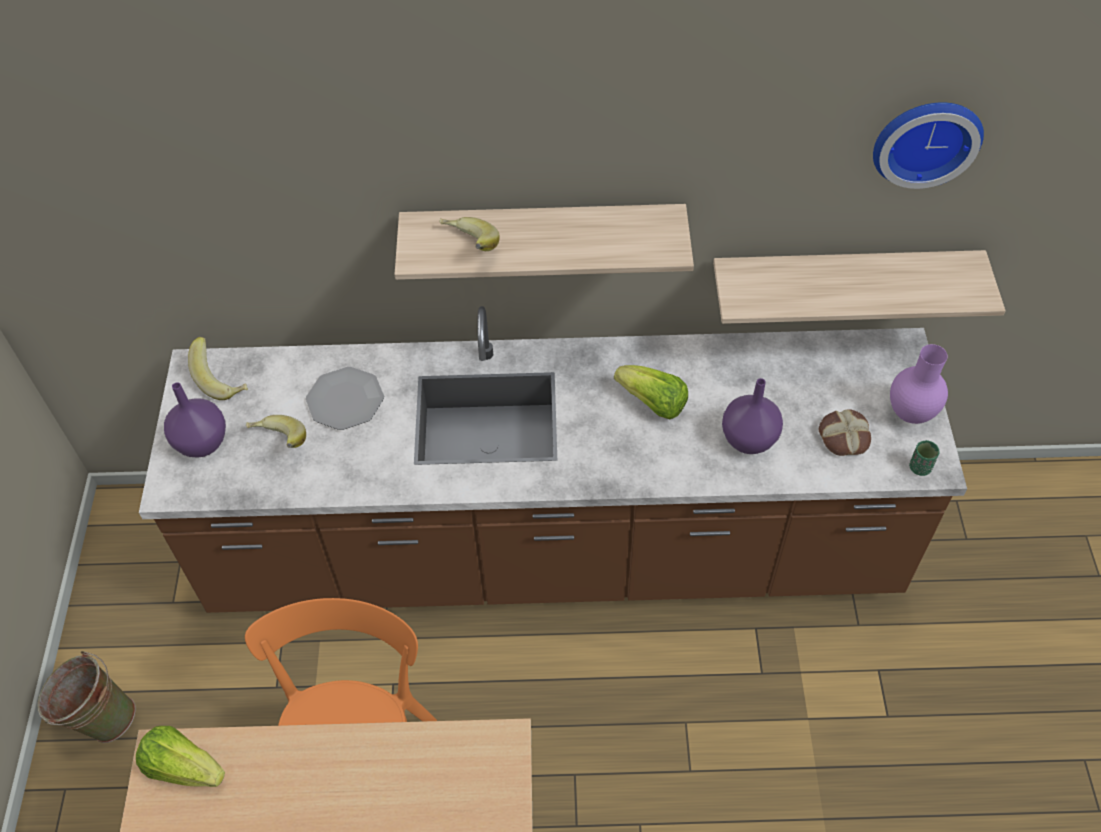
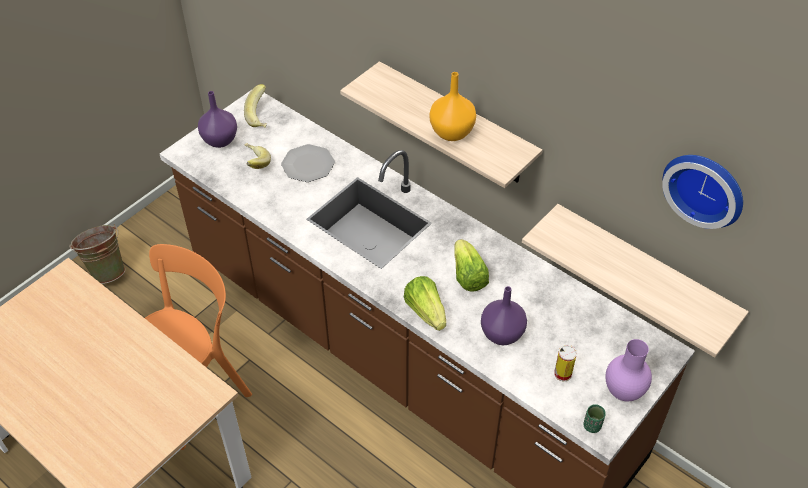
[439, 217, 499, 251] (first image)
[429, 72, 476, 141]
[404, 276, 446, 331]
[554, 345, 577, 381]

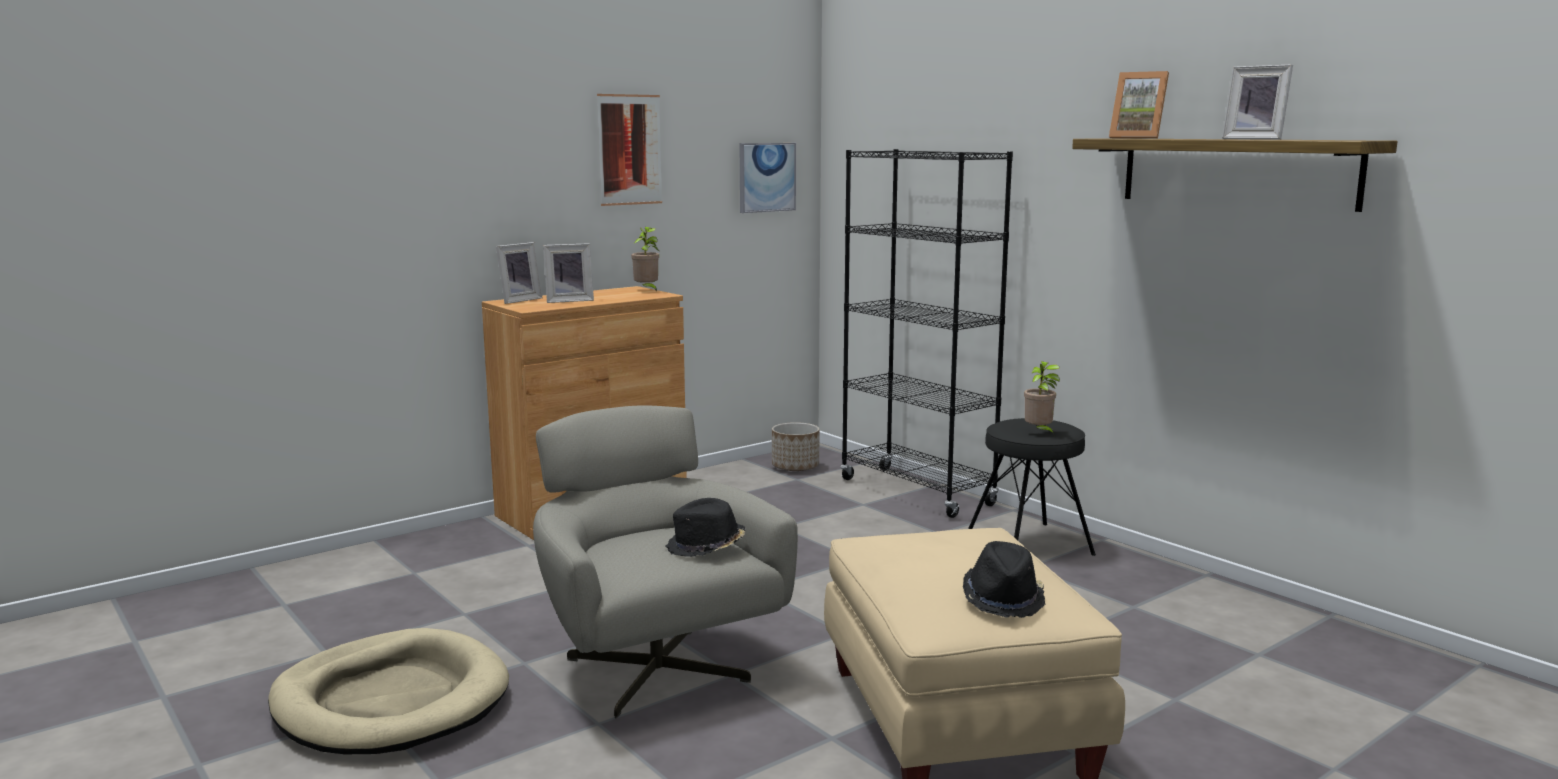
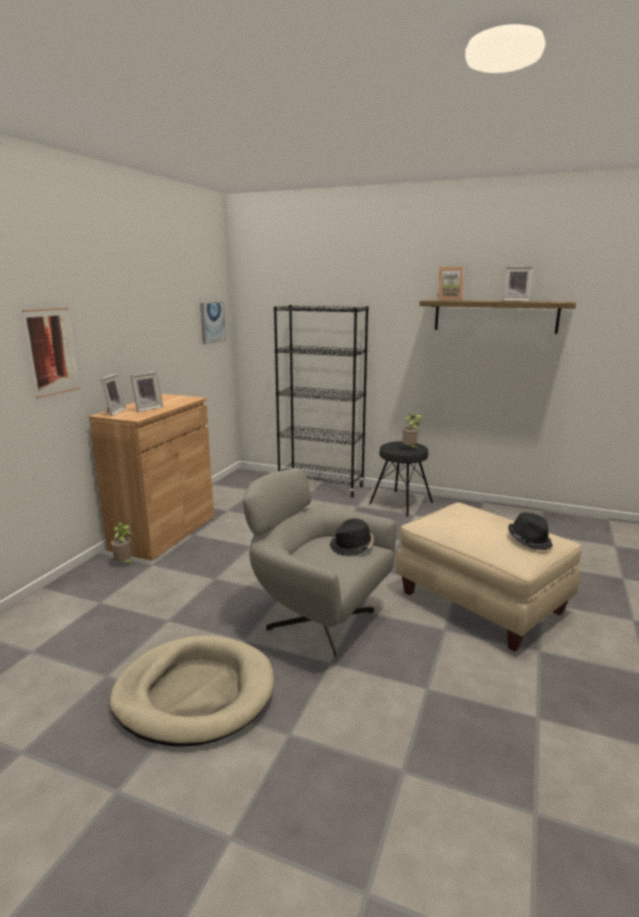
[772, 422, 820, 471] (first image)
[22, 308, 80, 398]
[111, 523, 133, 564]

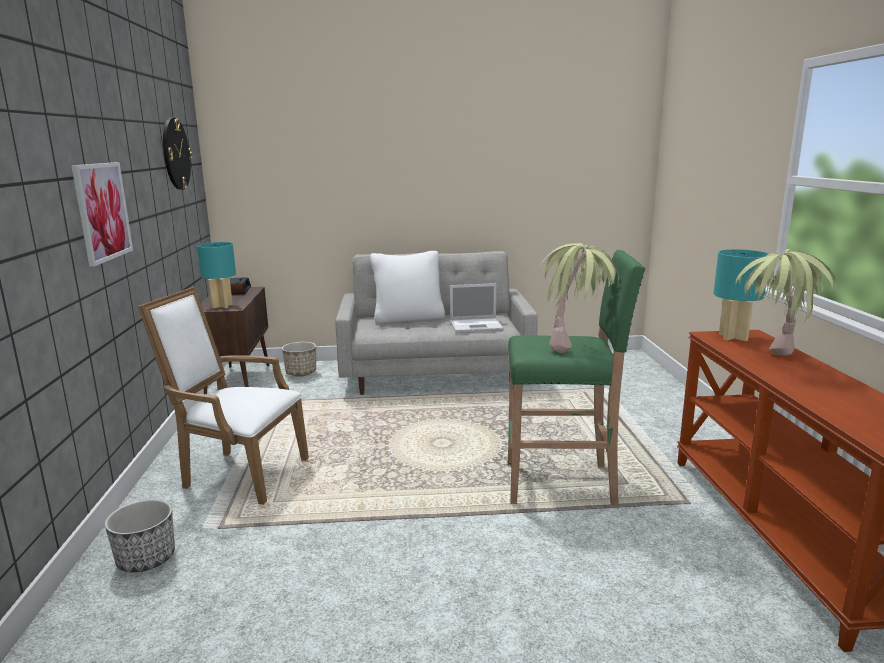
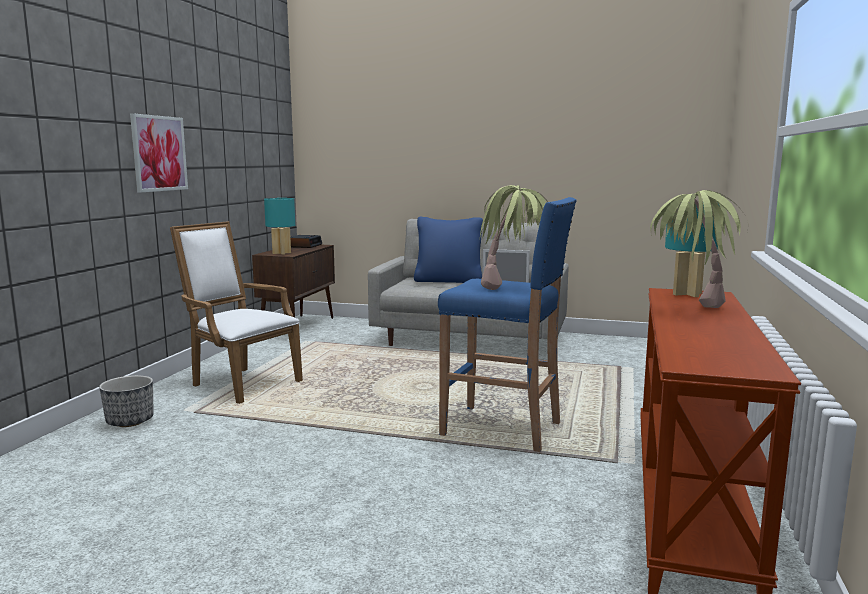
[163, 118, 193, 190] (first image)
[282, 342, 316, 377] (first image)
[414, 217, 483, 283]
[438, 197, 577, 452]

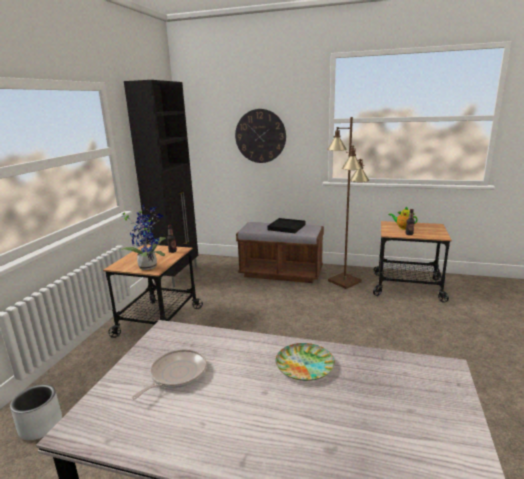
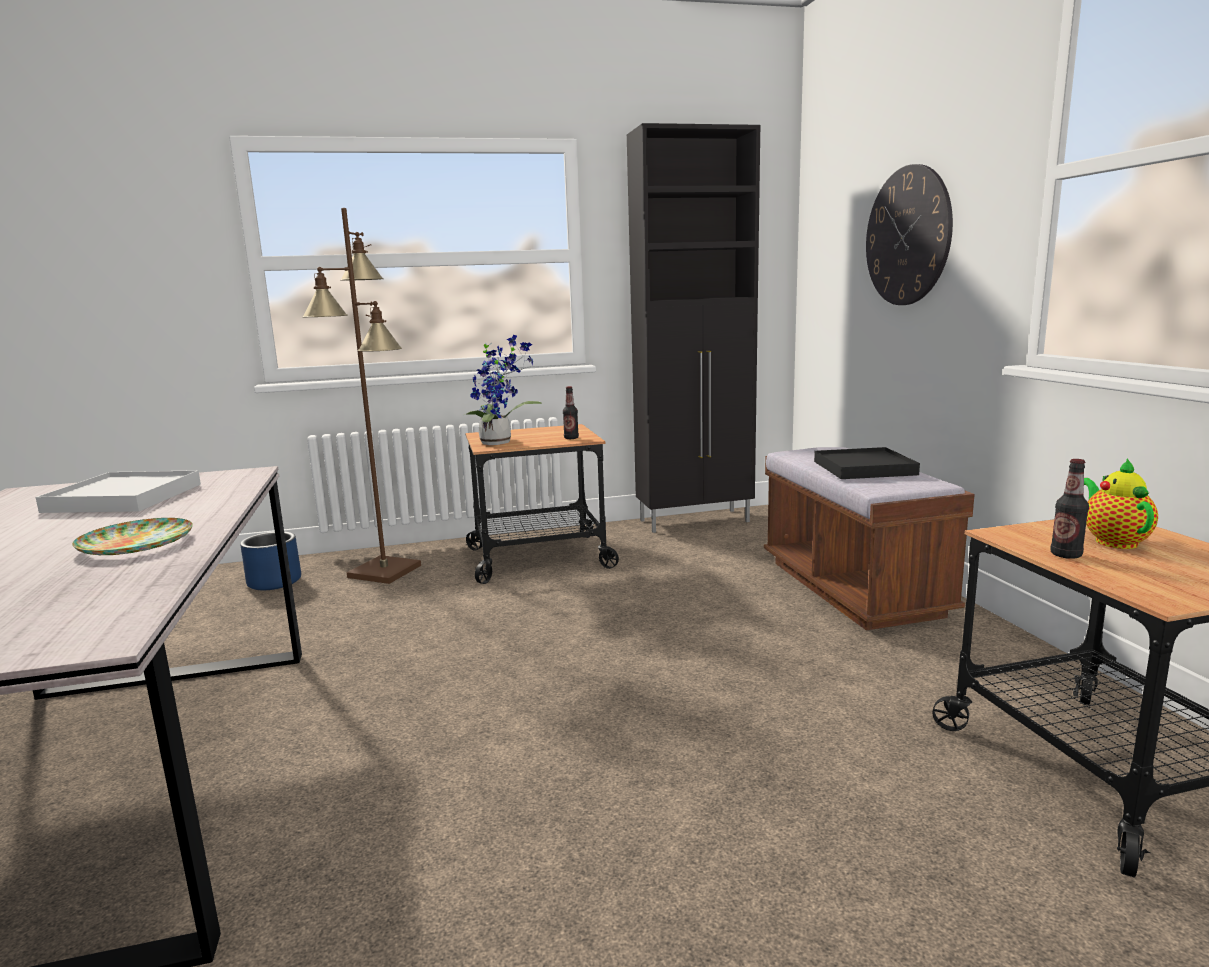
[302, 208, 421, 584]
[35, 470, 201, 513]
[240, 531, 301, 590]

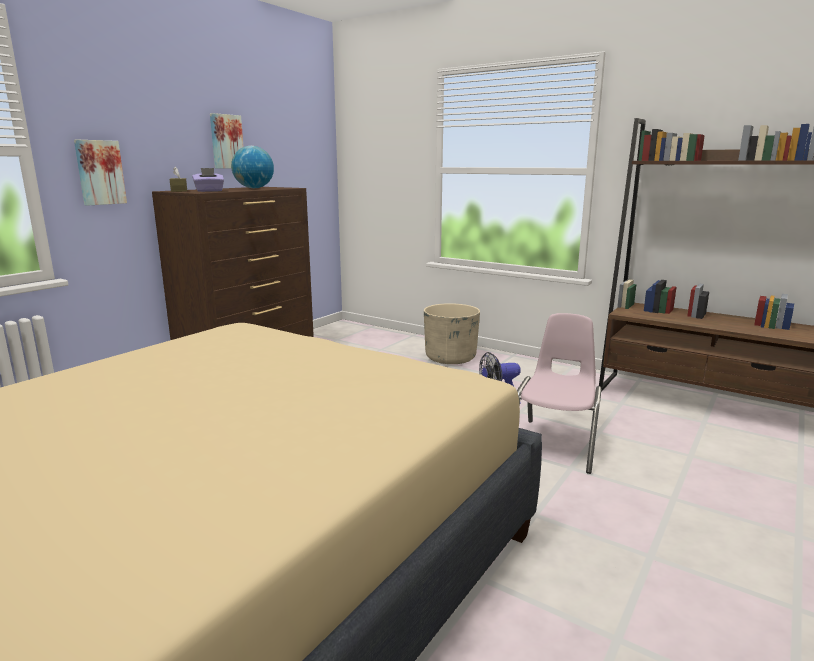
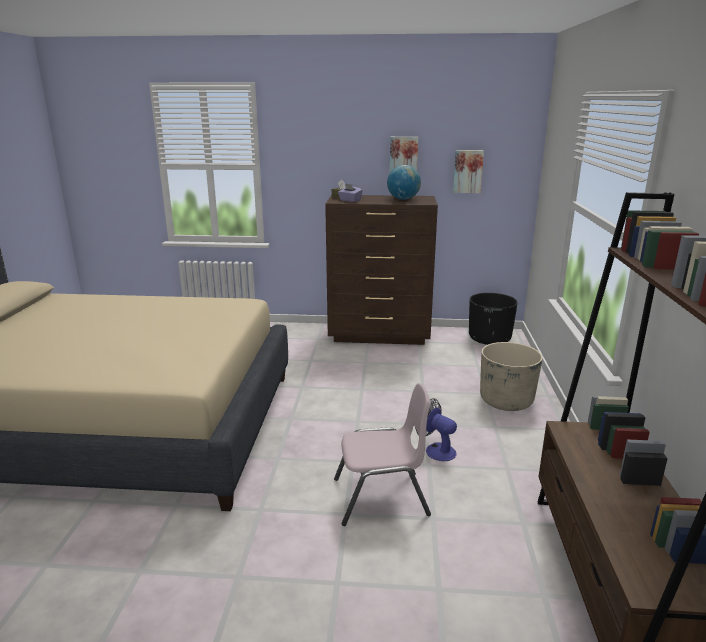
[469, 293, 518, 345]
[453, 150, 484, 193]

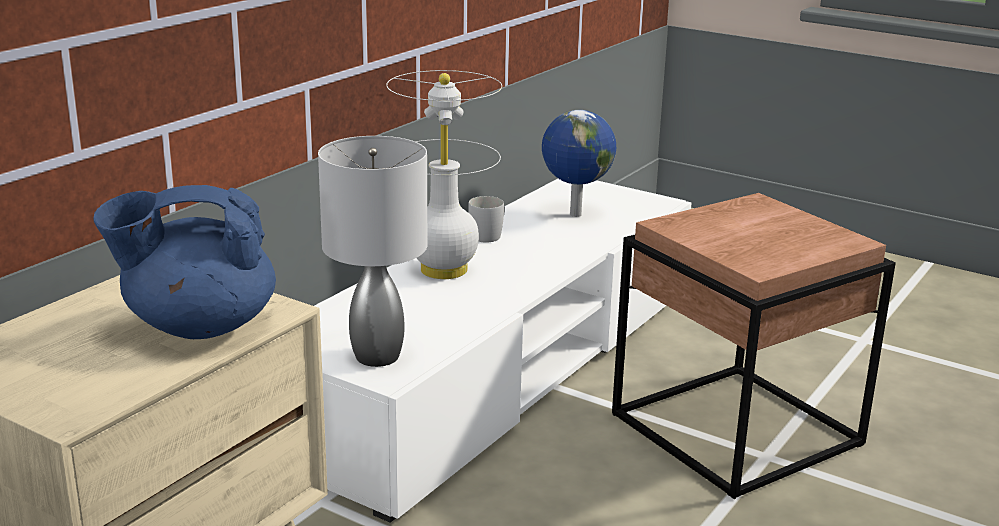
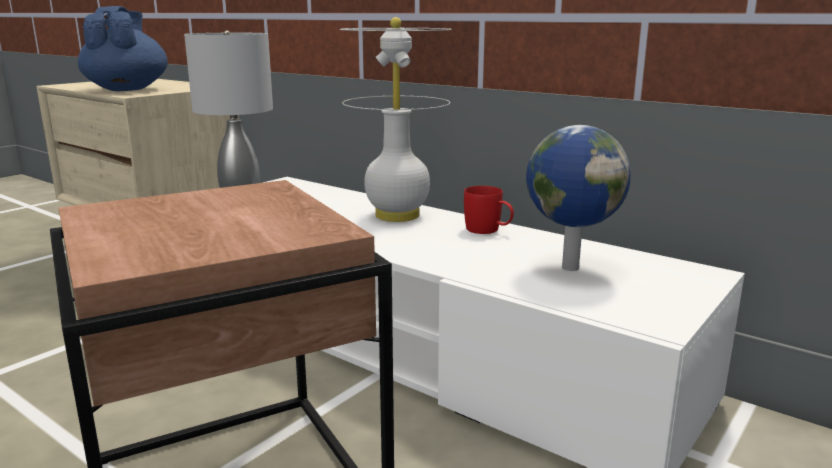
[464, 186, 514, 234]

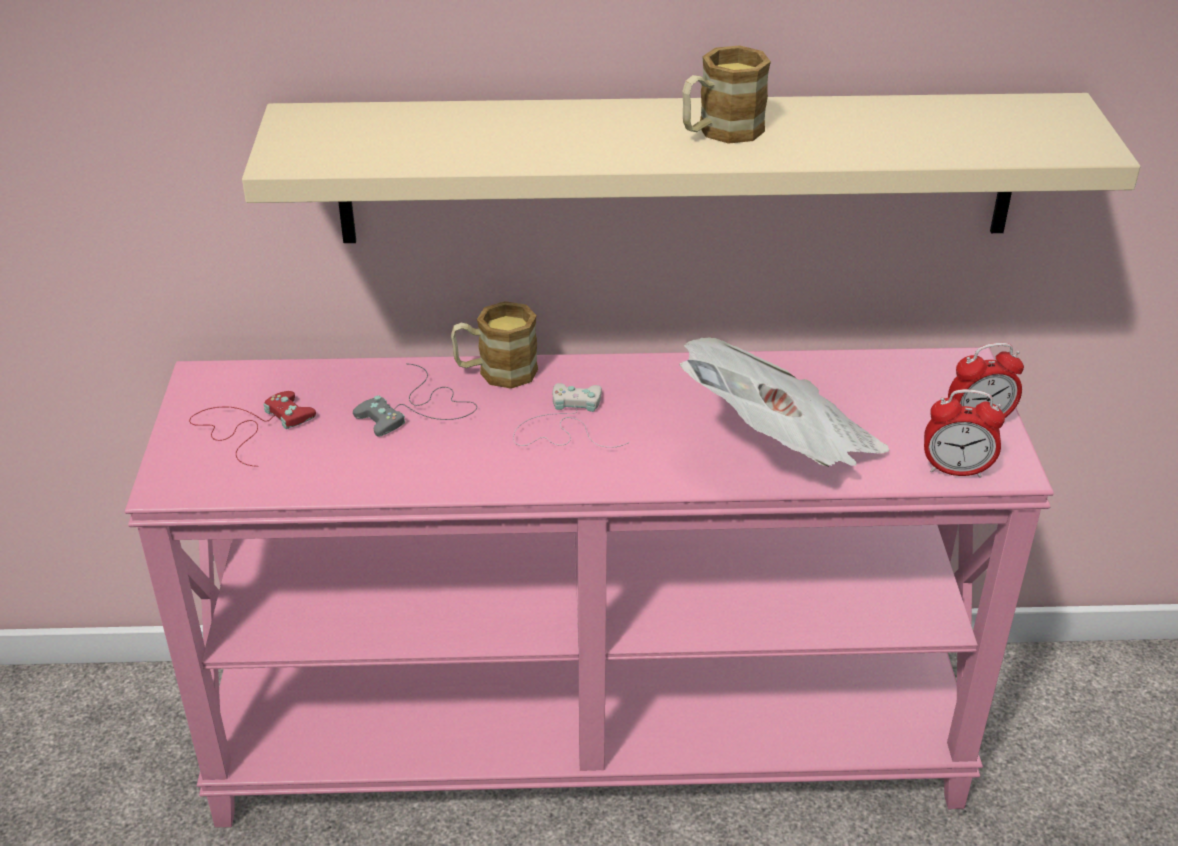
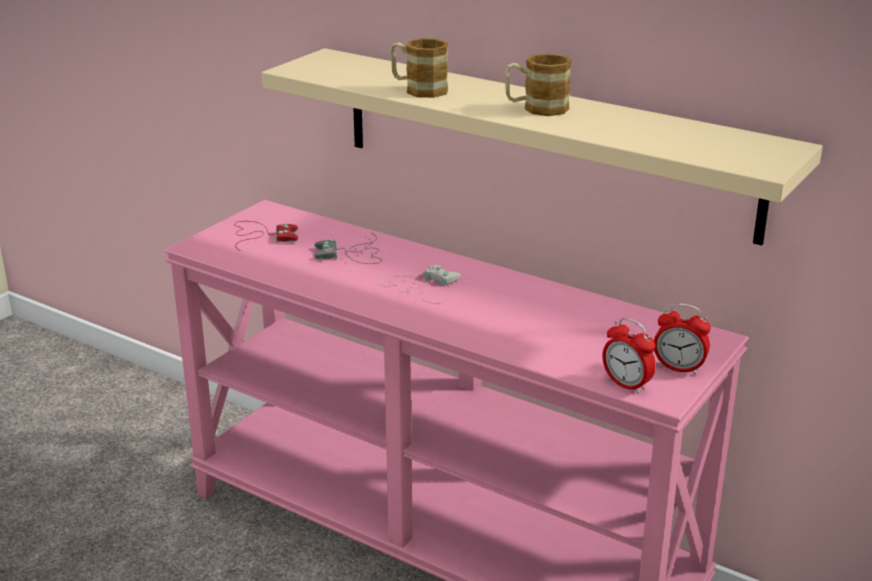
[679, 337, 890, 467] (first image)
[390, 38, 448, 98]

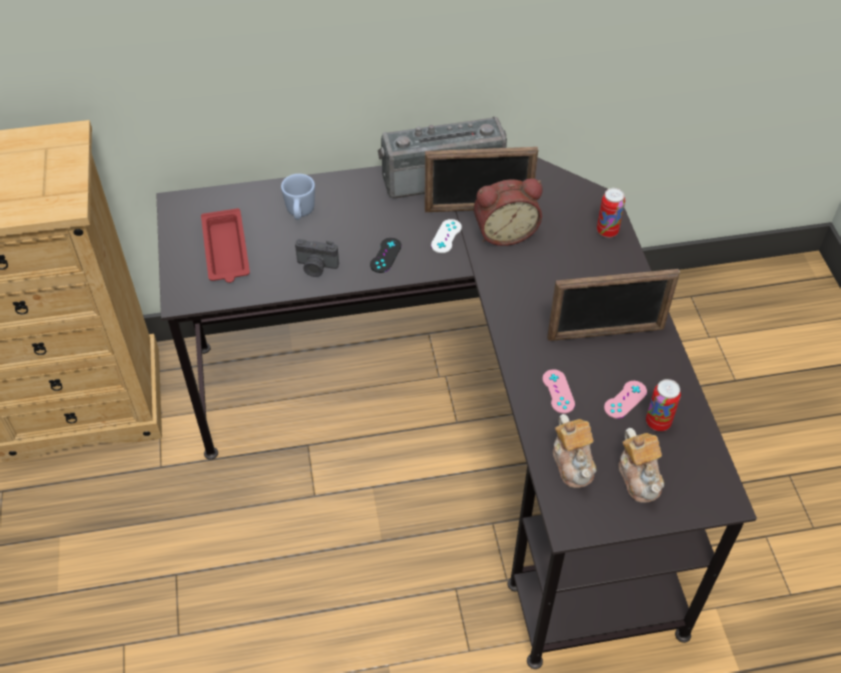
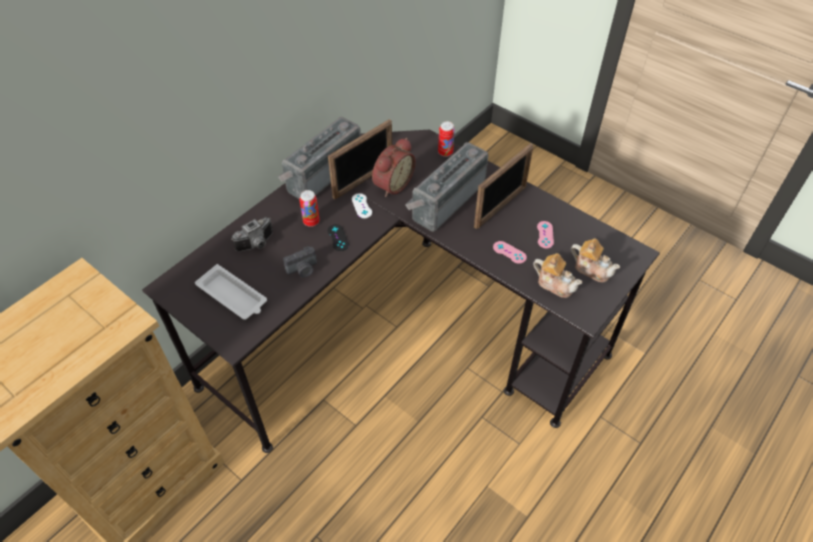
[405, 142, 488, 232]
[299, 190, 320, 227]
[231, 217, 273, 252]
[195, 264, 267, 320]

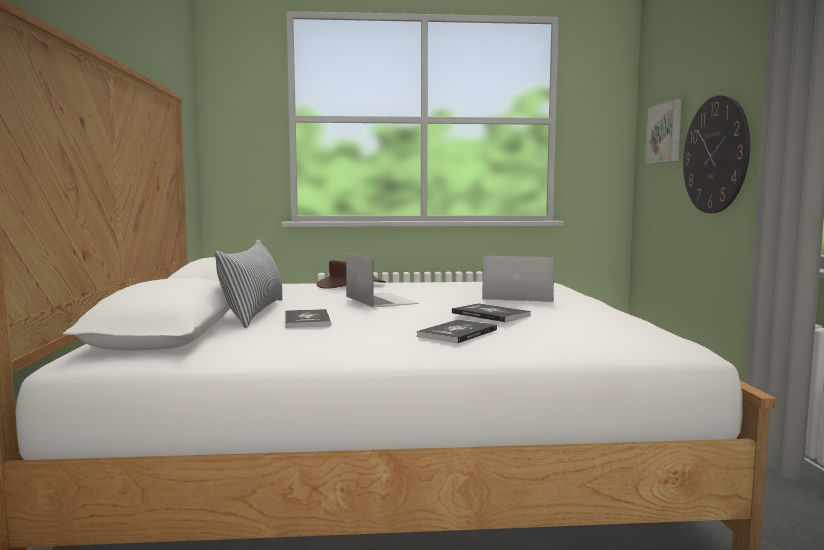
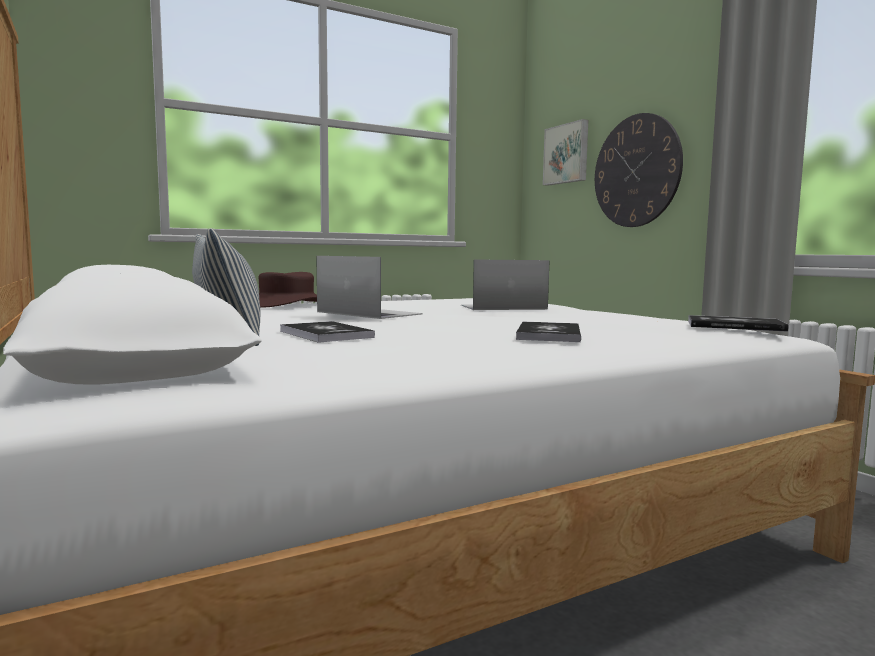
[688, 315, 788, 332]

